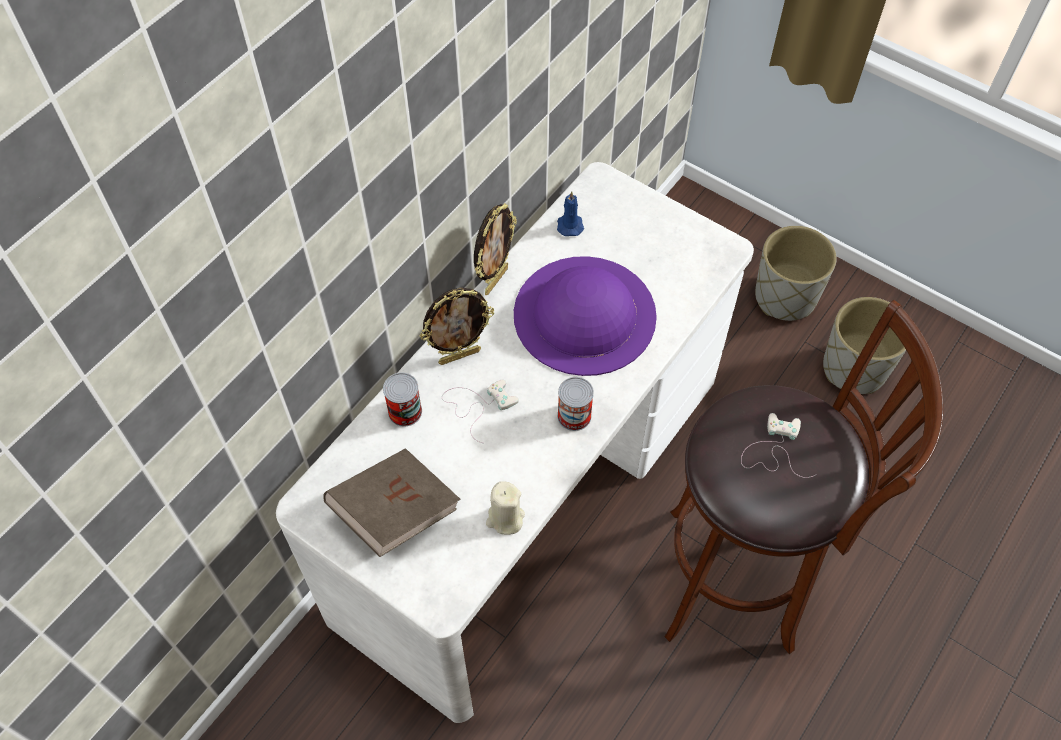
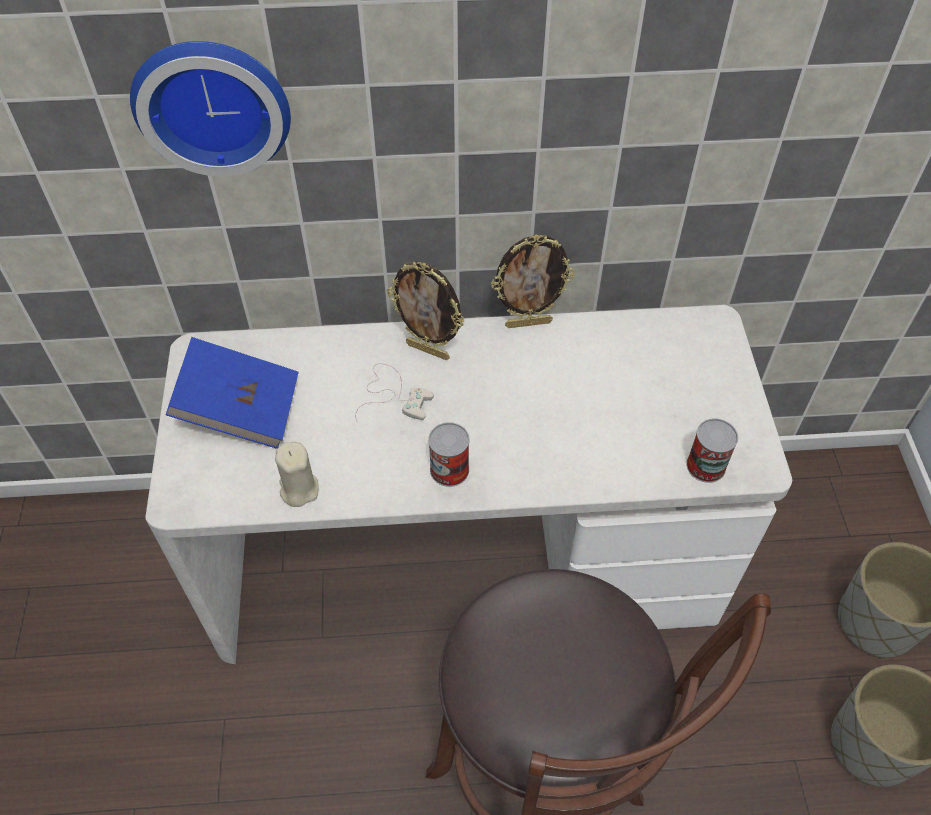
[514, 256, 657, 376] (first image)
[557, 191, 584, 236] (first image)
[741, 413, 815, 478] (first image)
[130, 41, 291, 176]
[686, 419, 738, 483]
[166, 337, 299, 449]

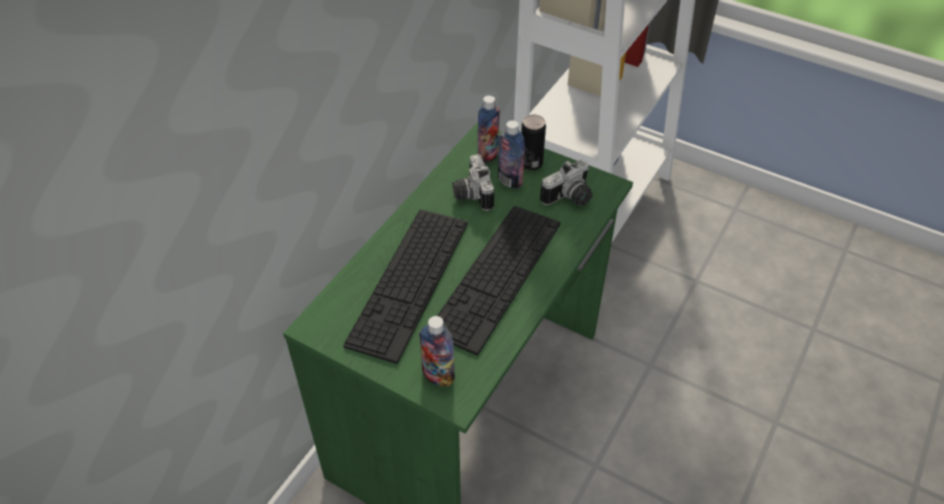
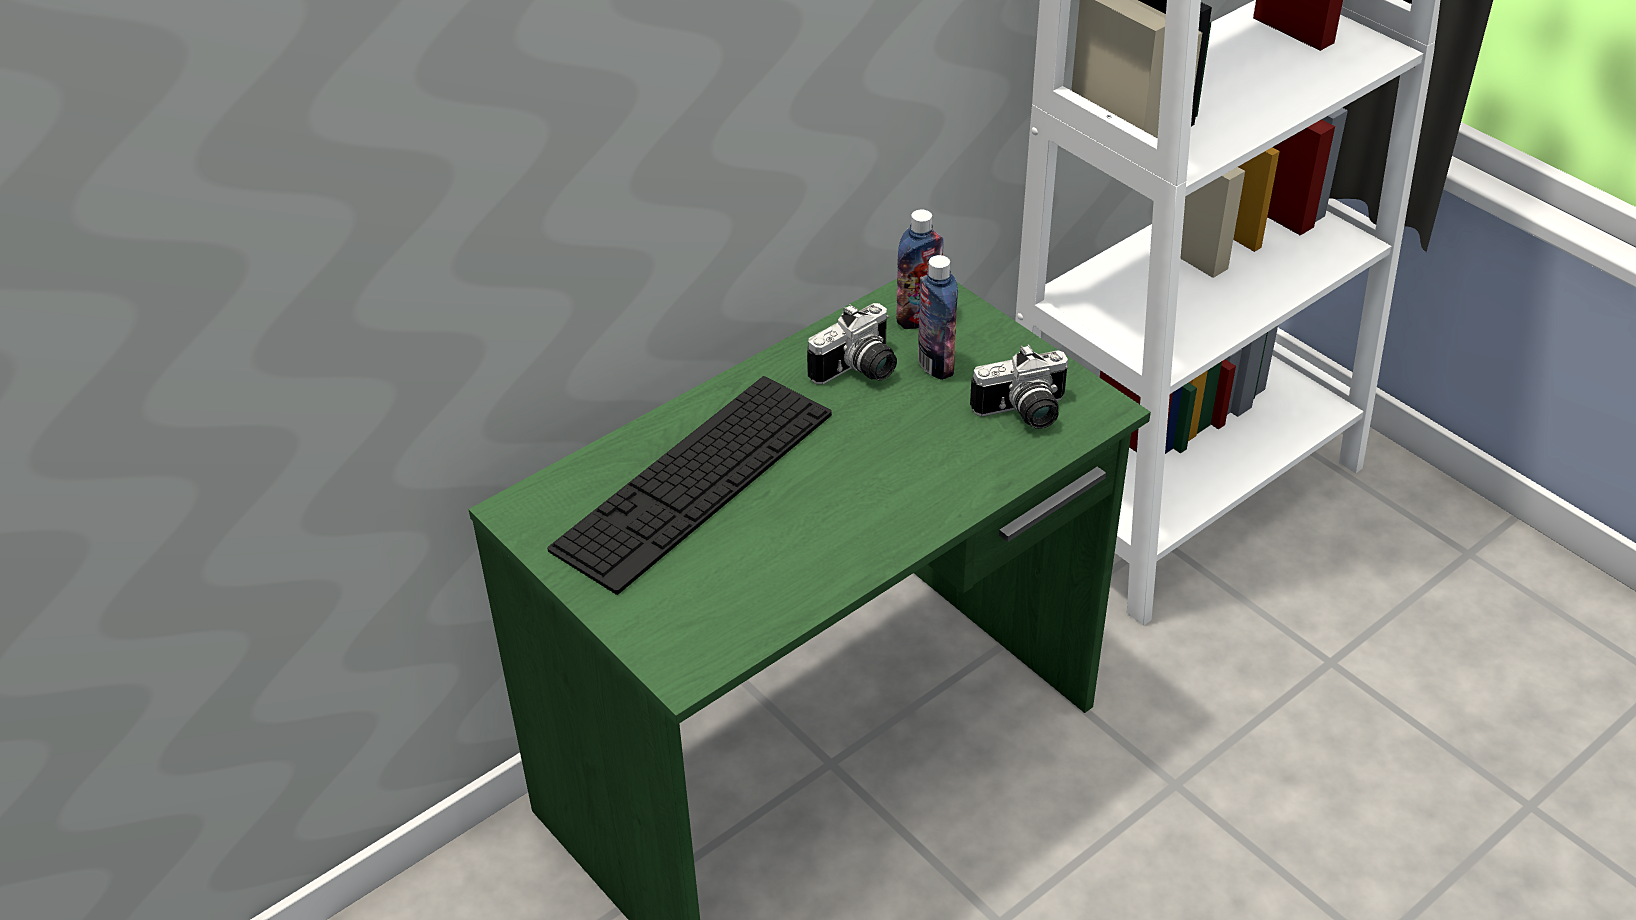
[419, 316, 455, 387] (first image)
[437, 206, 561, 355] (first image)
[521, 114, 546, 170] (first image)
[807, 303, 897, 385]

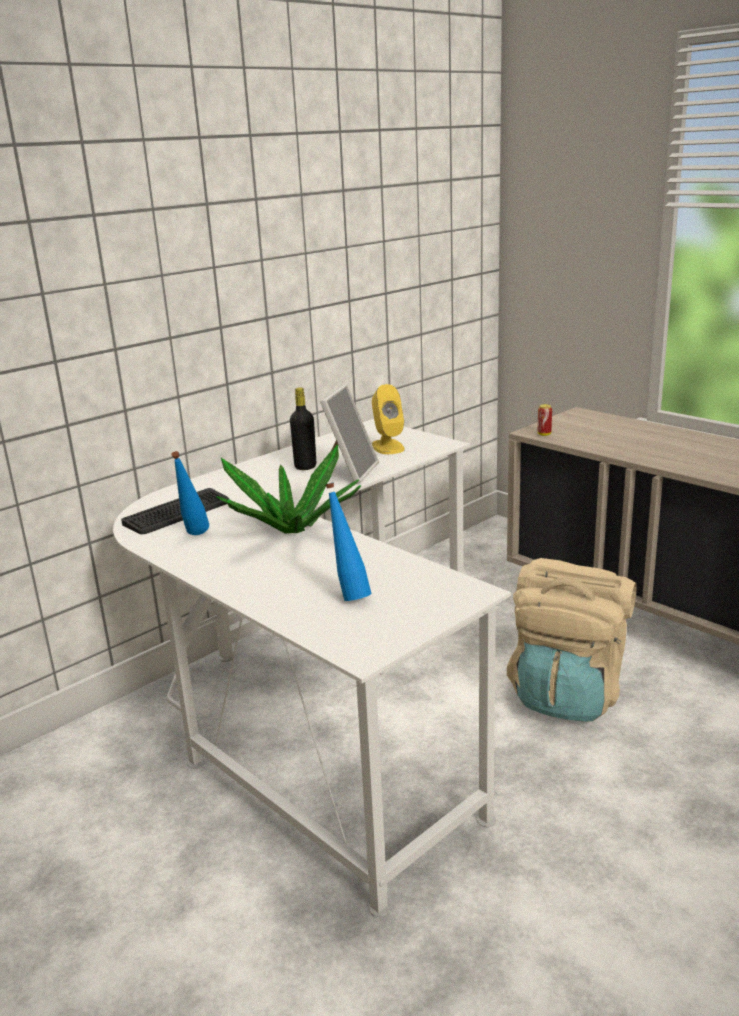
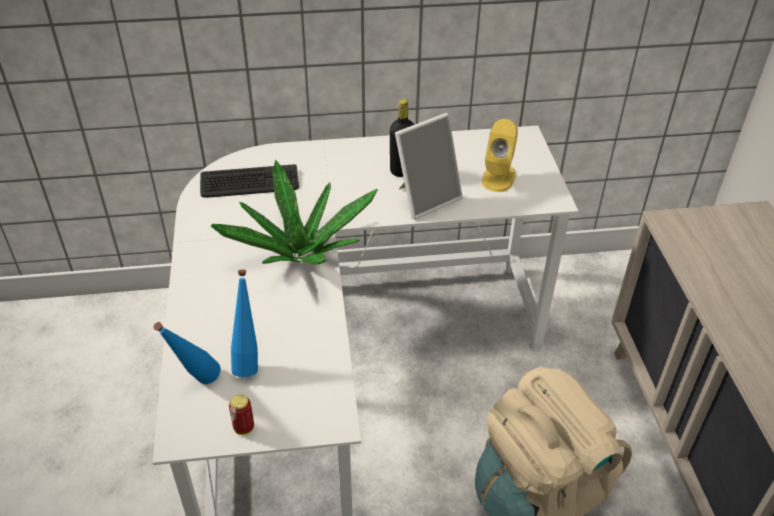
[153, 322, 221, 384]
[229, 394, 254, 435]

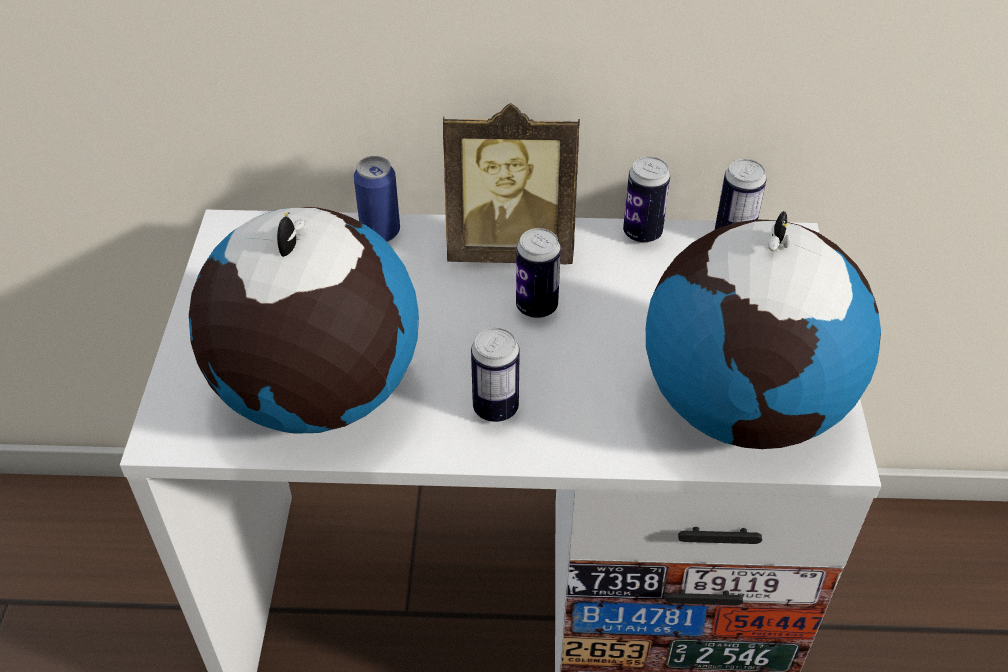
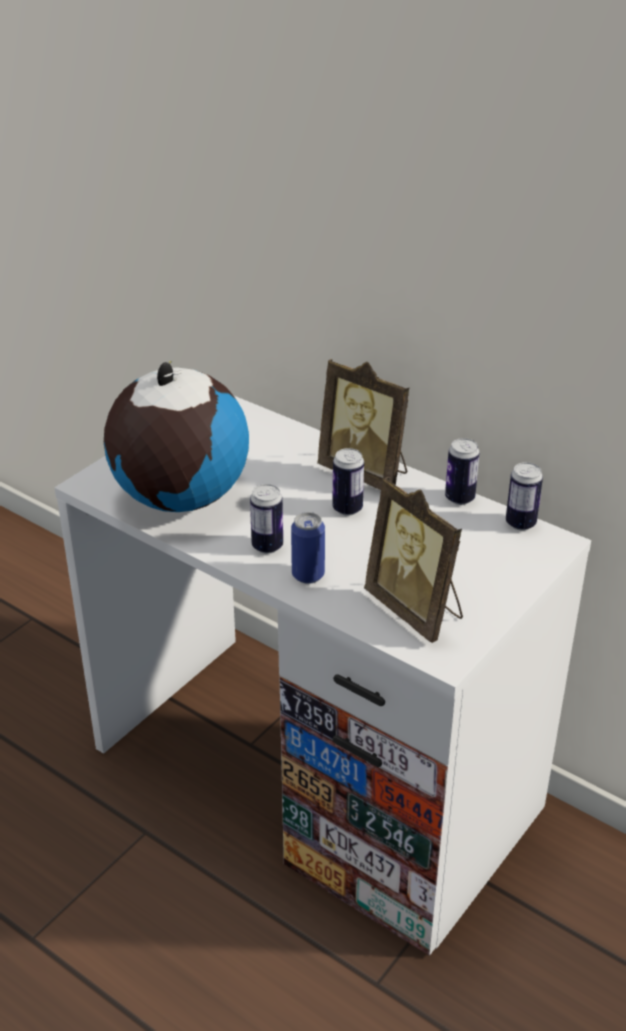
[291, 512, 325, 584]
[364, 477, 463, 643]

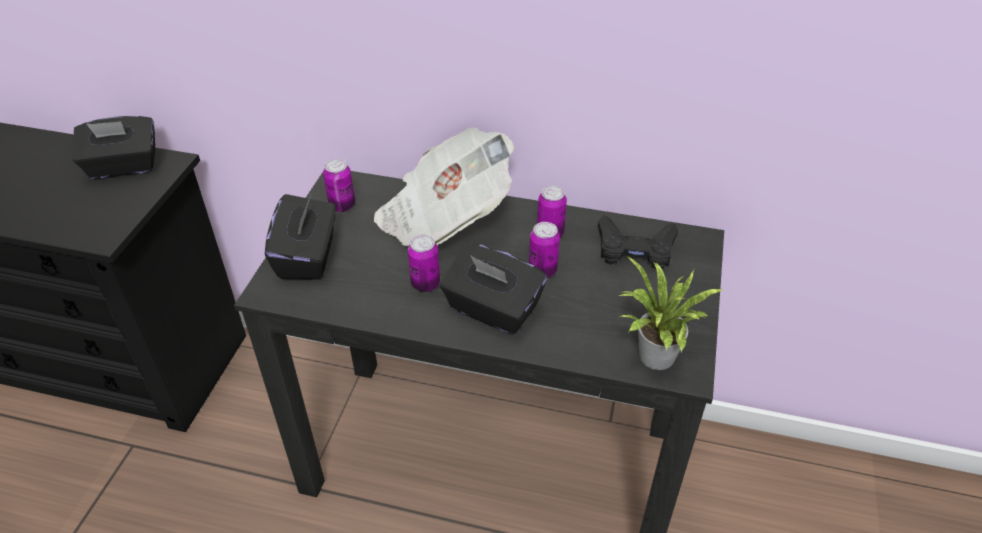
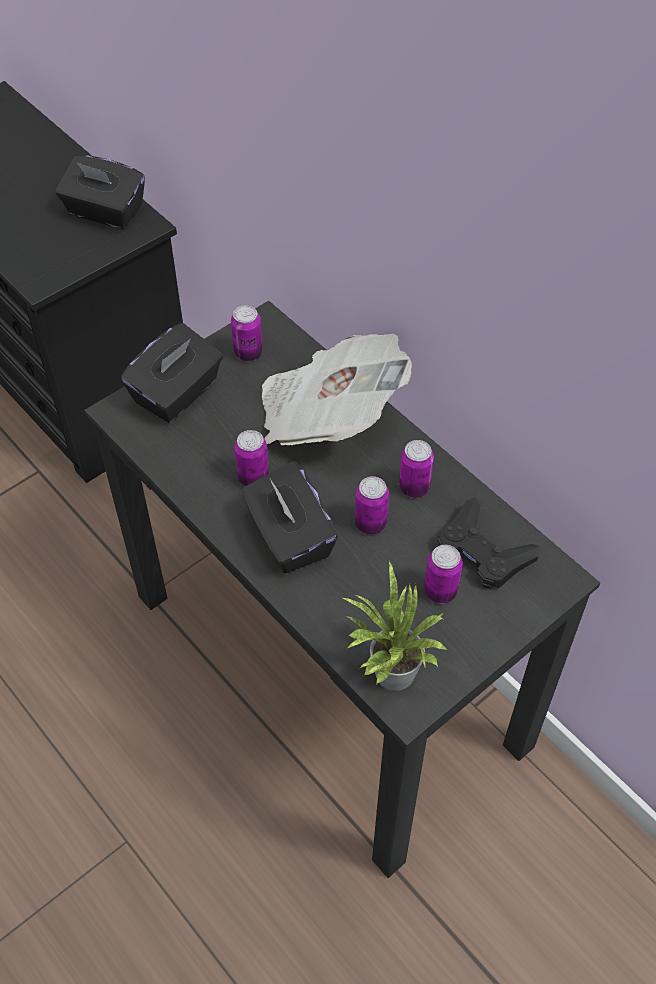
[424, 545, 463, 603]

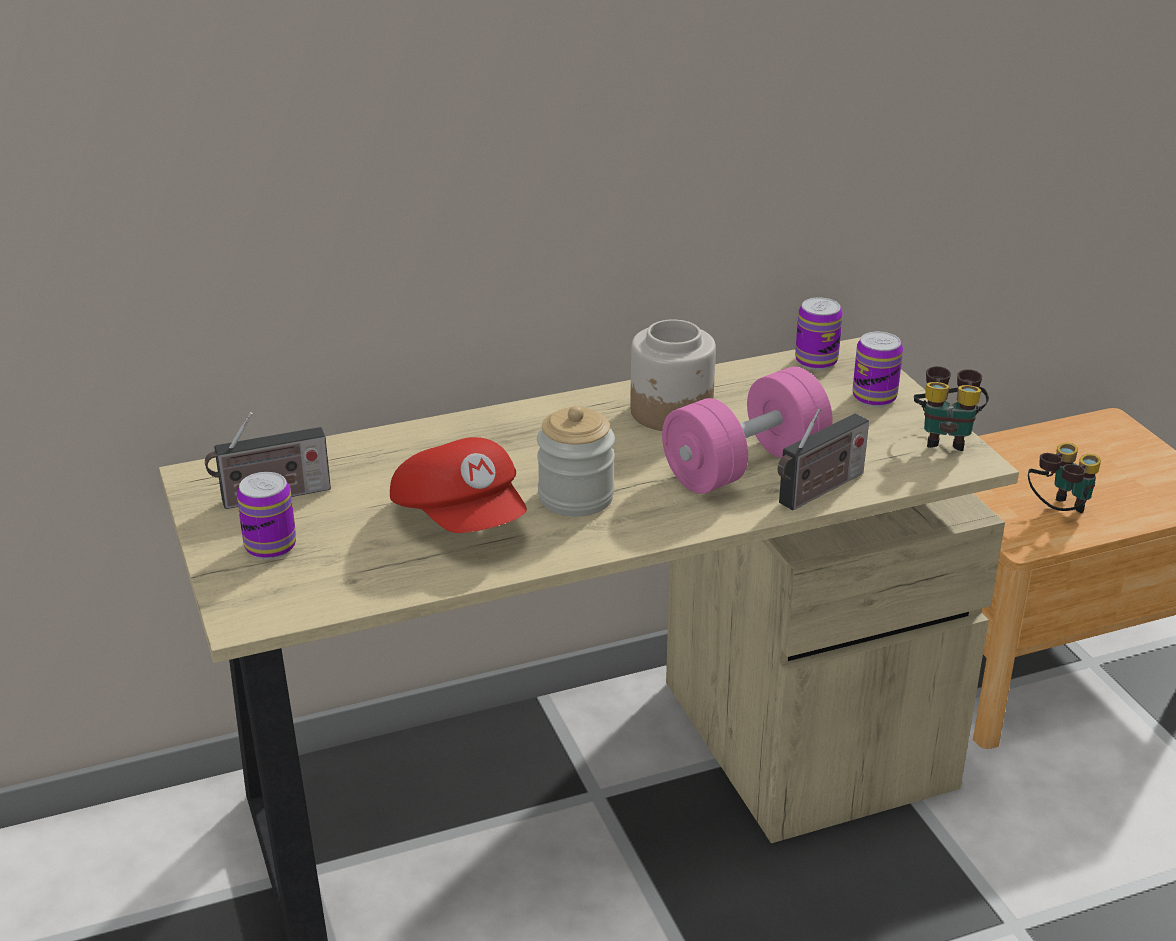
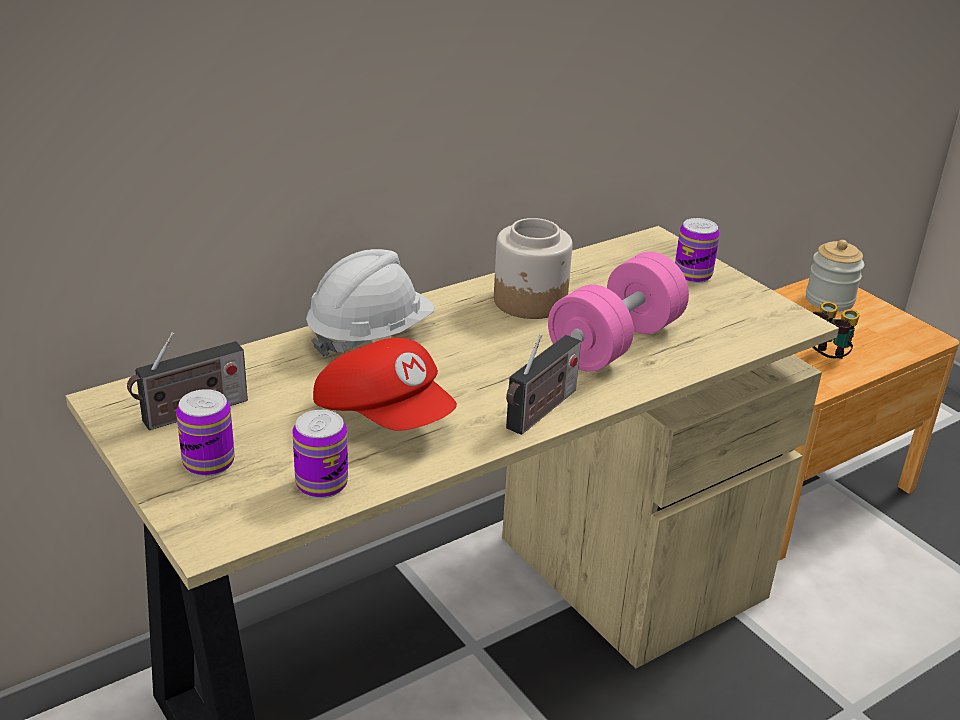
[914, 366, 989, 451] (first image)
[306, 249, 435, 357]
[806, 240, 864, 311]
[506, 335, 581, 435]
[292, 410, 348, 498]

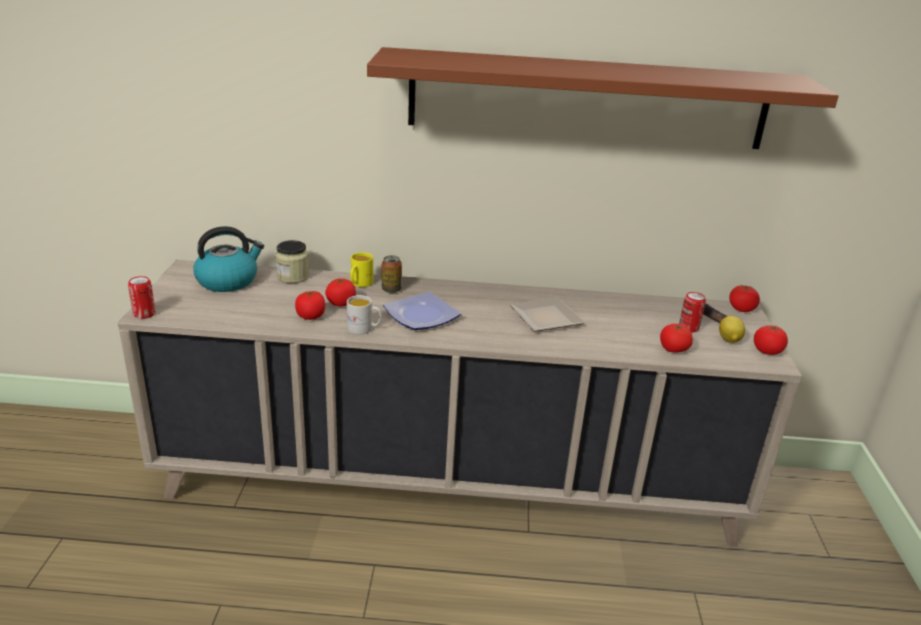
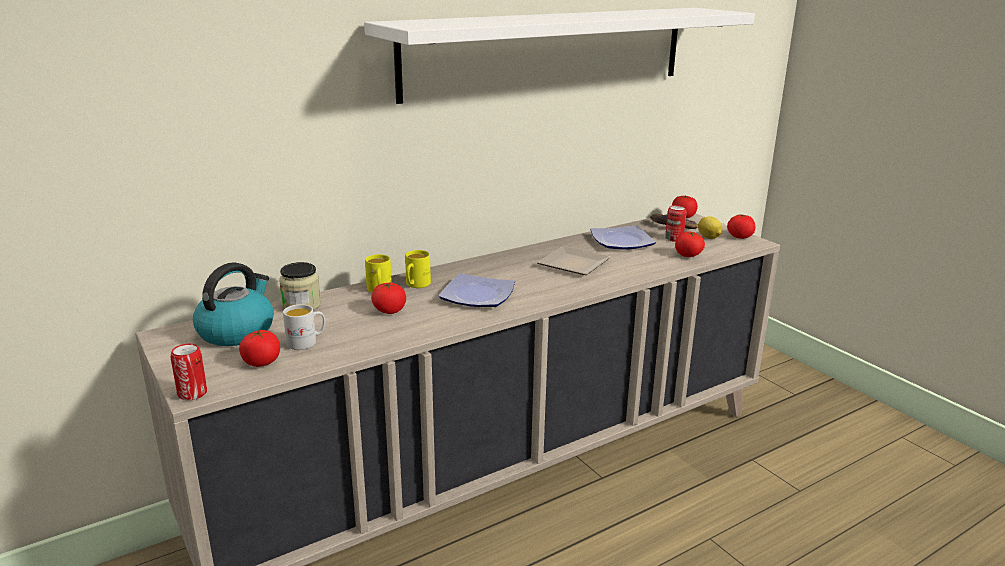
[590, 225, 656, 249]
[239, 330, 280, 367]
[283, 304, 325, 350]
[405, 250, 431, 288]
[364, 8, 755, 104]

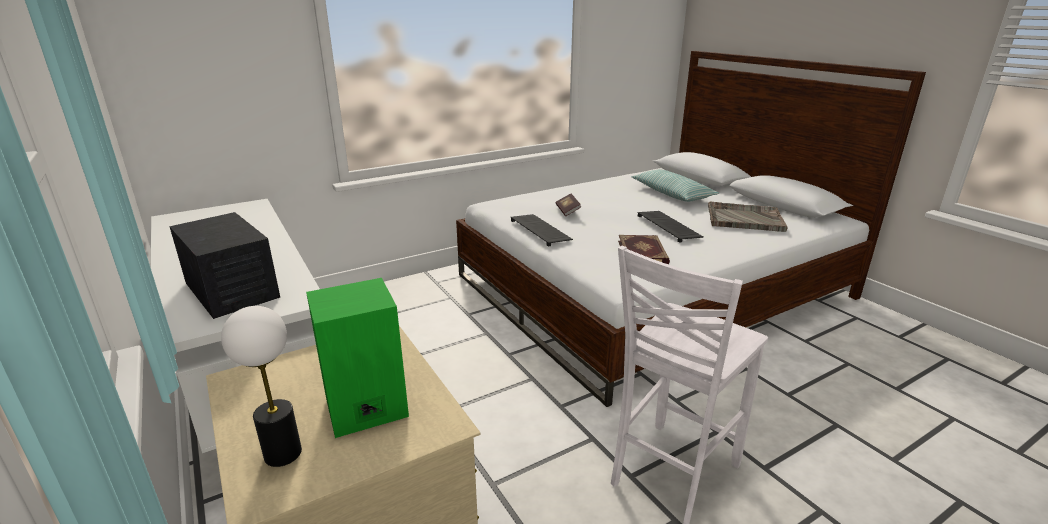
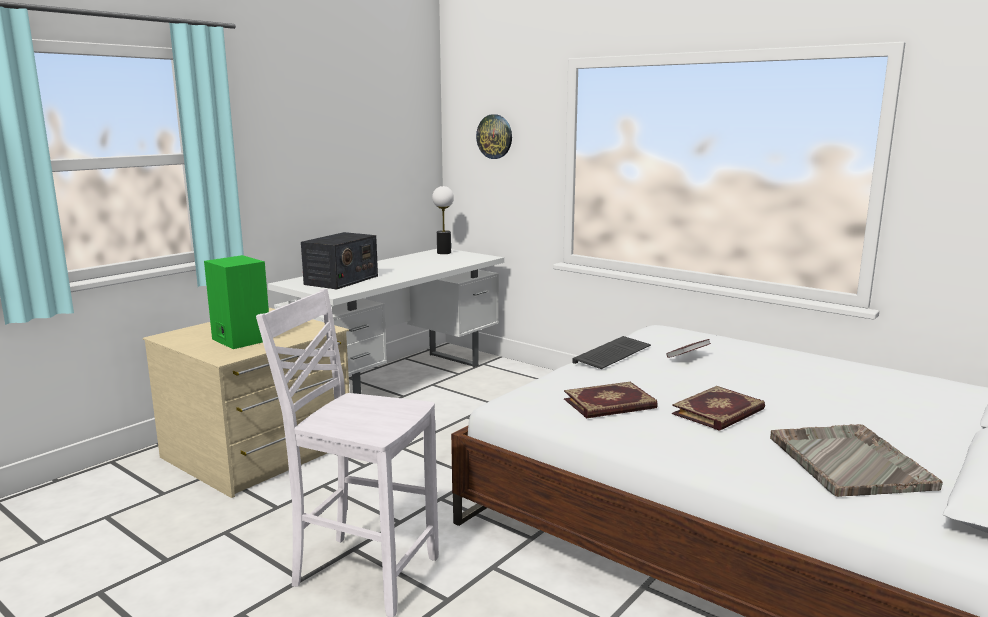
[632, 169, 719, 202] (first image)
[476, 114, 512, 159]
[432, 186, 454, 254]
[672, 386, 765, 431]

